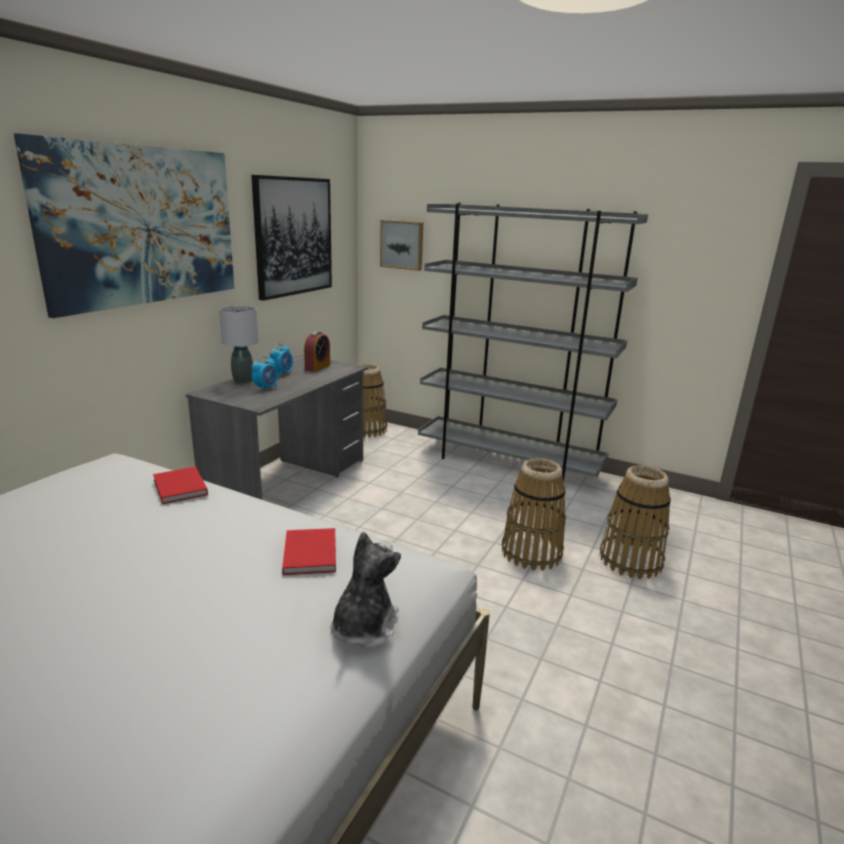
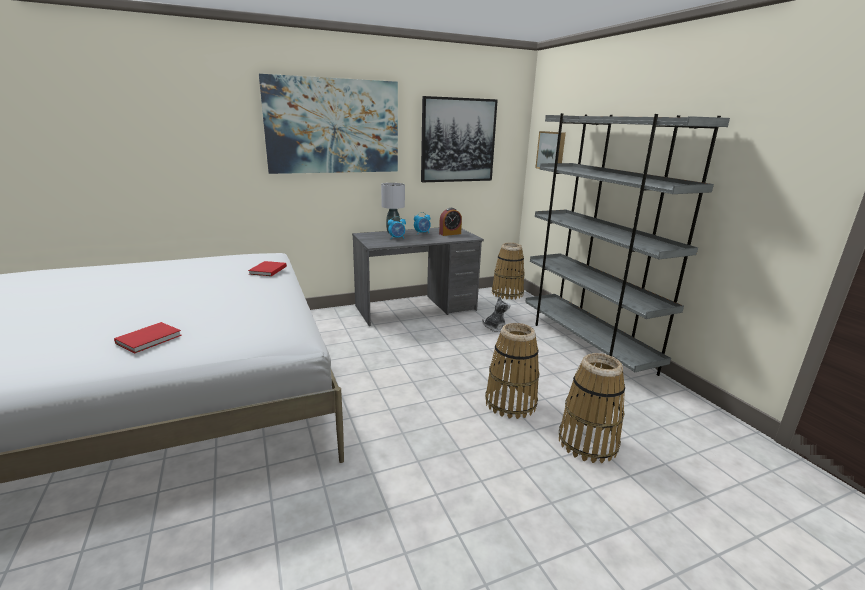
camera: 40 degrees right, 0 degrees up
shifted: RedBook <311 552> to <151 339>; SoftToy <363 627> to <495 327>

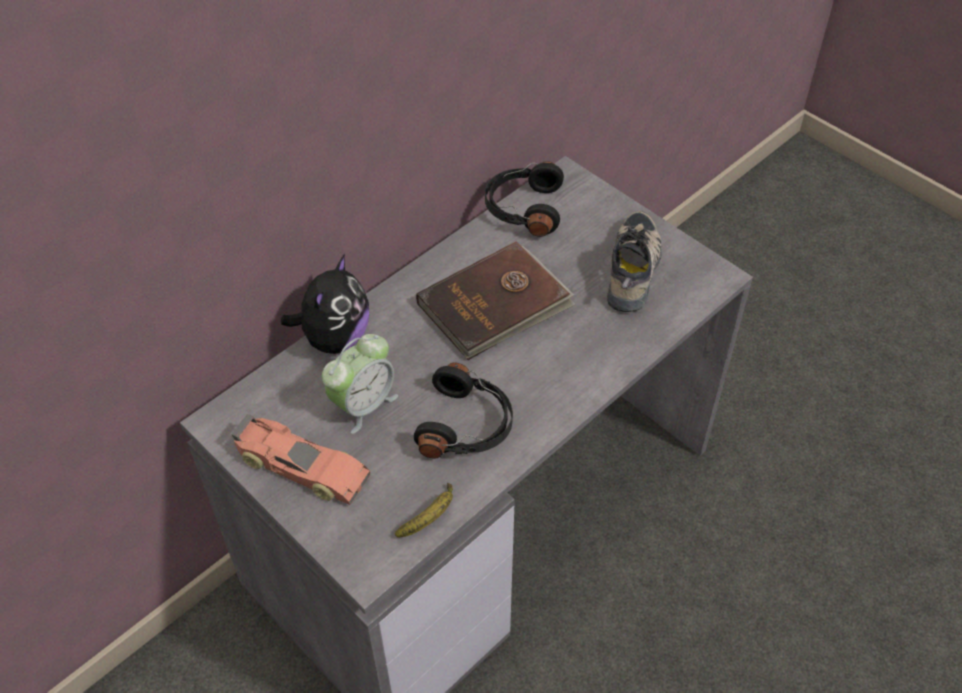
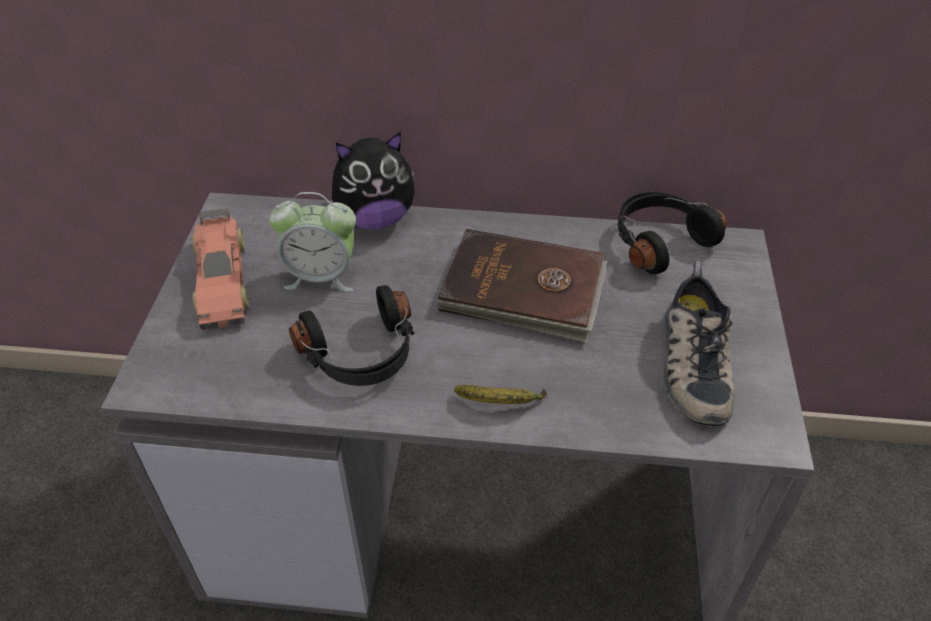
camera: 50 degrees right, 5 degrees down
shifted: Banana <430 517> to <501 403>
rotated: ItemOfFootwear <635 269> = <691 362> 120 degrees clockwise

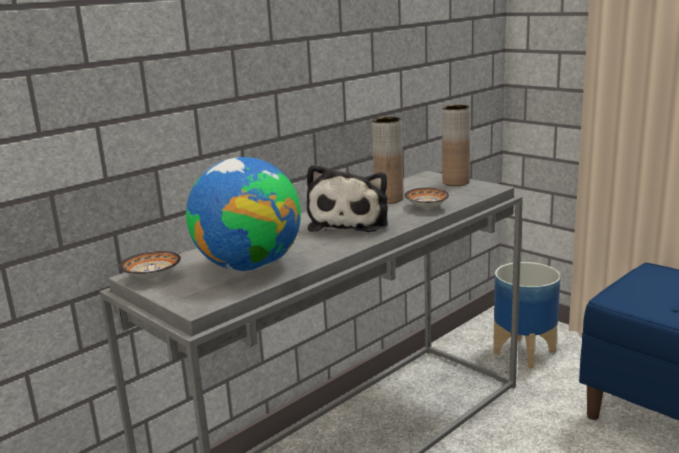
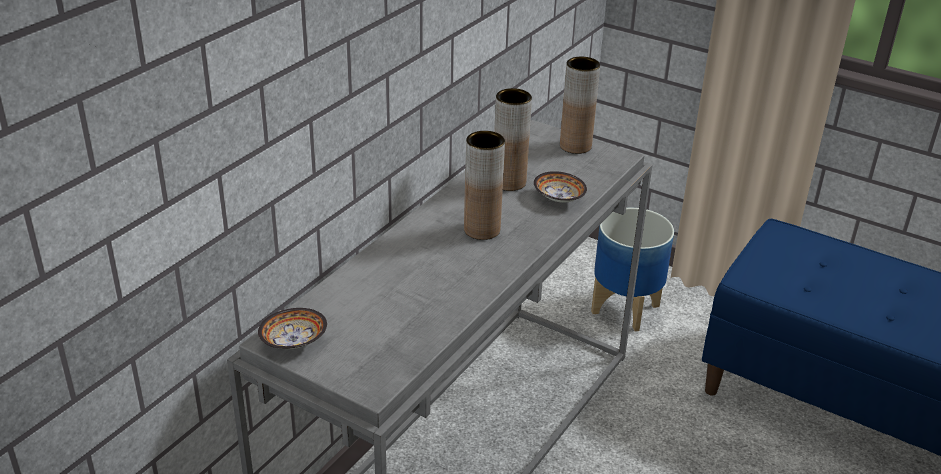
camera: 15 degrees left, 15 degrees up
gone: Globe <249 266>
swapped: SoftToy <351 222> to BrownFlowerVase <482 230>

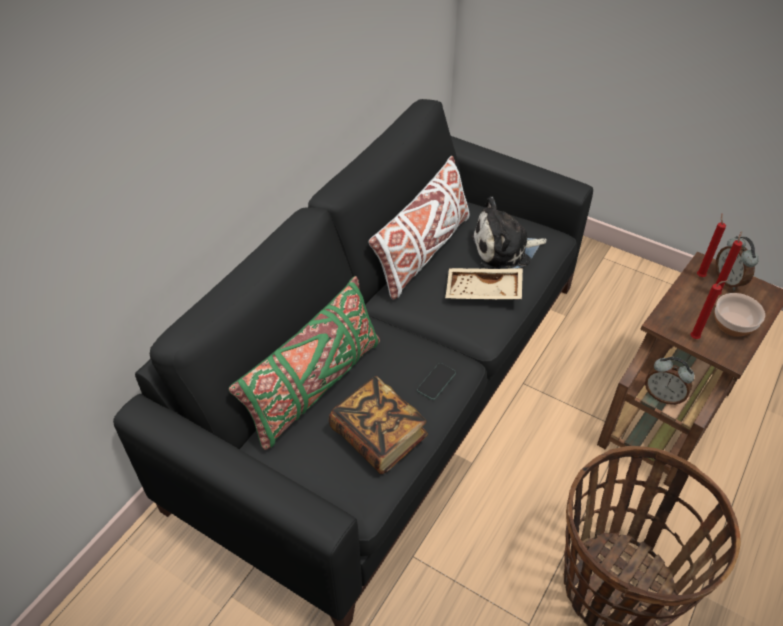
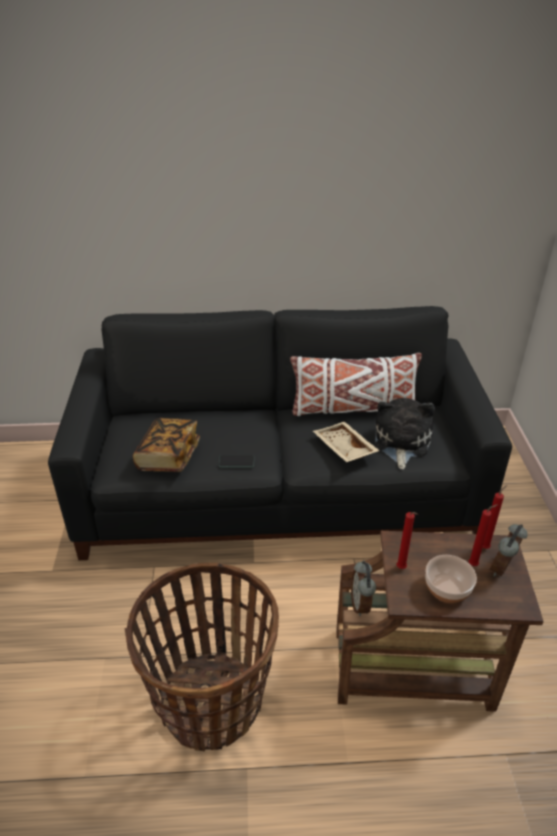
camera: 55 degrees right, 10 degrees down
gone: GreenishPillow <314 387>
rotated: SoftToy <505 250> = <401 442> 60 degrees clockwise

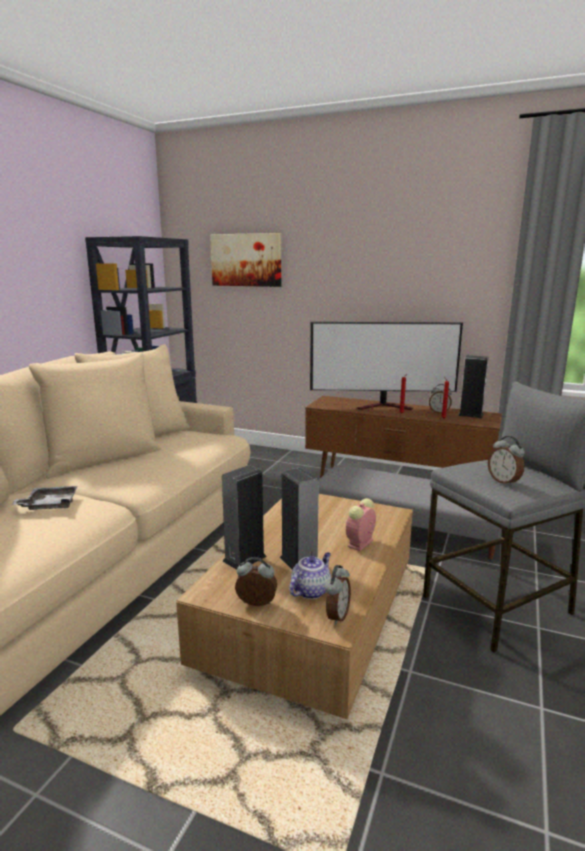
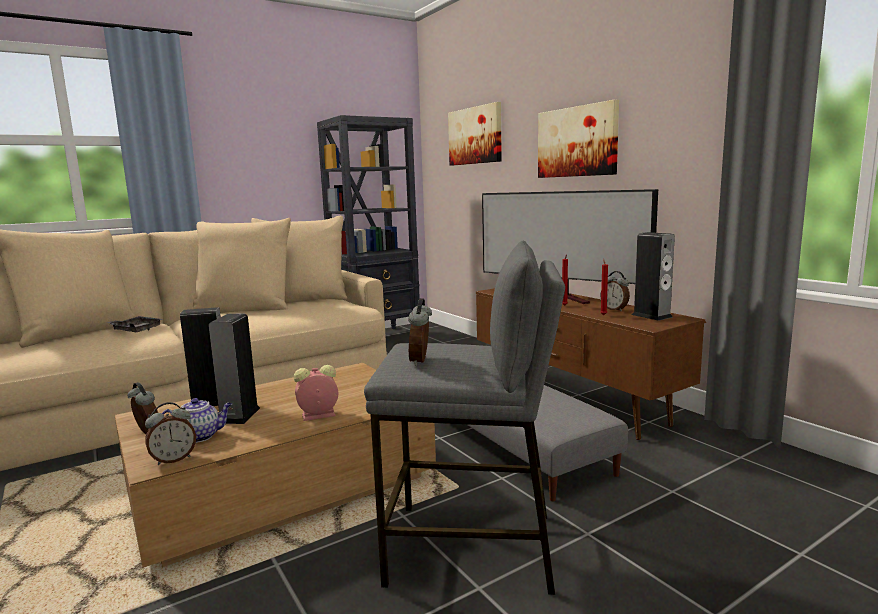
camera: 35 degrees right, 5 degrees down
new: Picture <577 142>

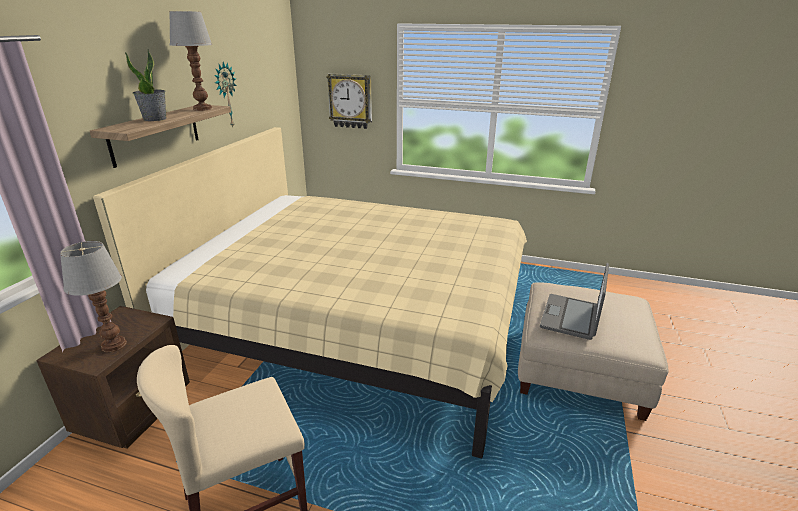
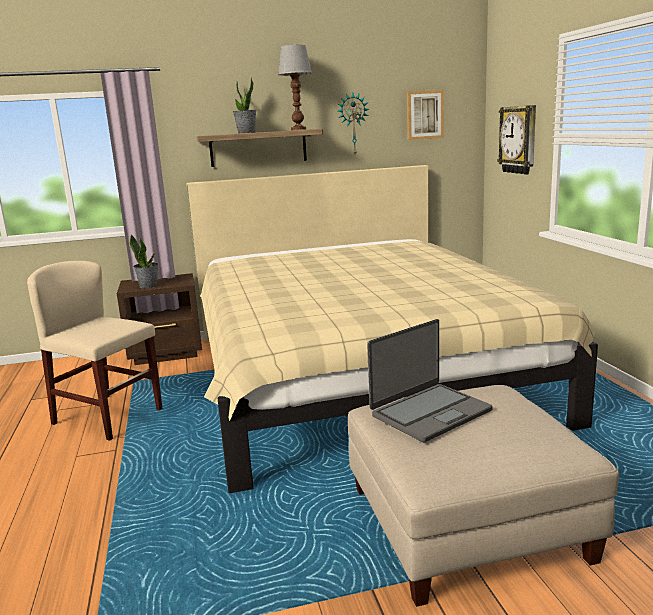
camera: 60 degrees right, 10 degrees down
new: Picture <424 115>
swapped: TabletopLamp <114 345> to PlantInAPot <148 286>
rotated: NotebookComputer <571 317> = <430 413> 150 degrees clockwise

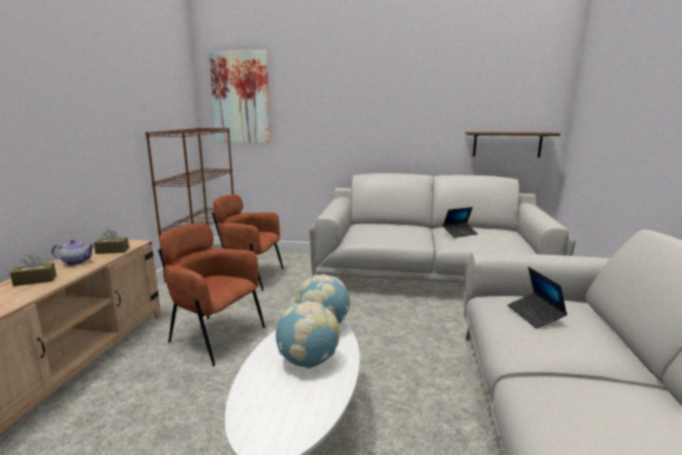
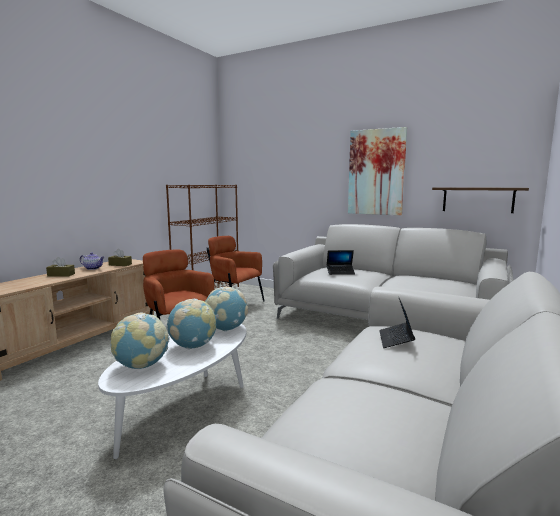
camera: 20 degrees right, 5 degrees down
new: Globe <141 366>
shifted: Picture <241 98> to <376 172>; NotebookComputer <460 233> to <340 272>

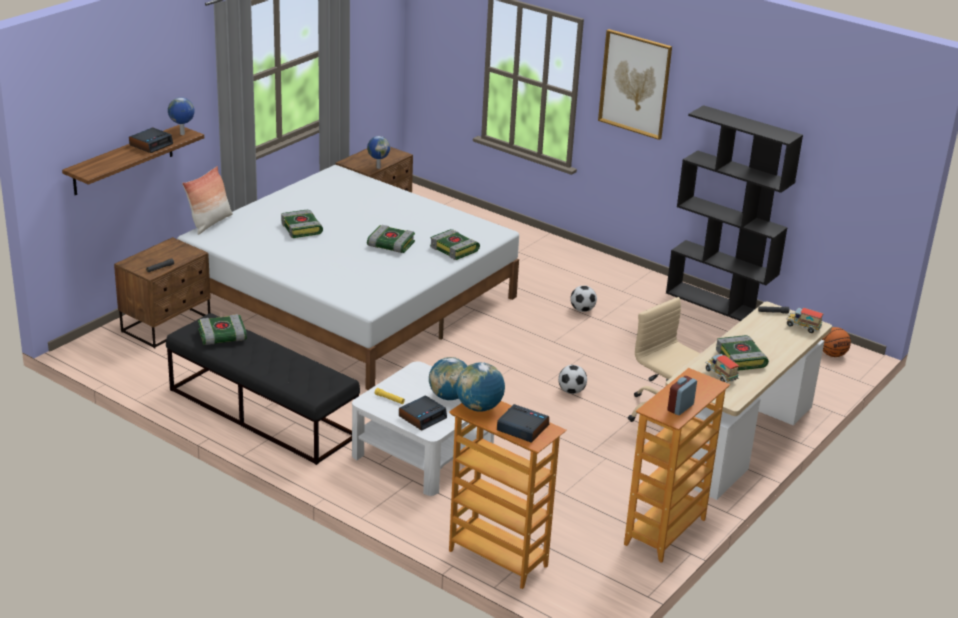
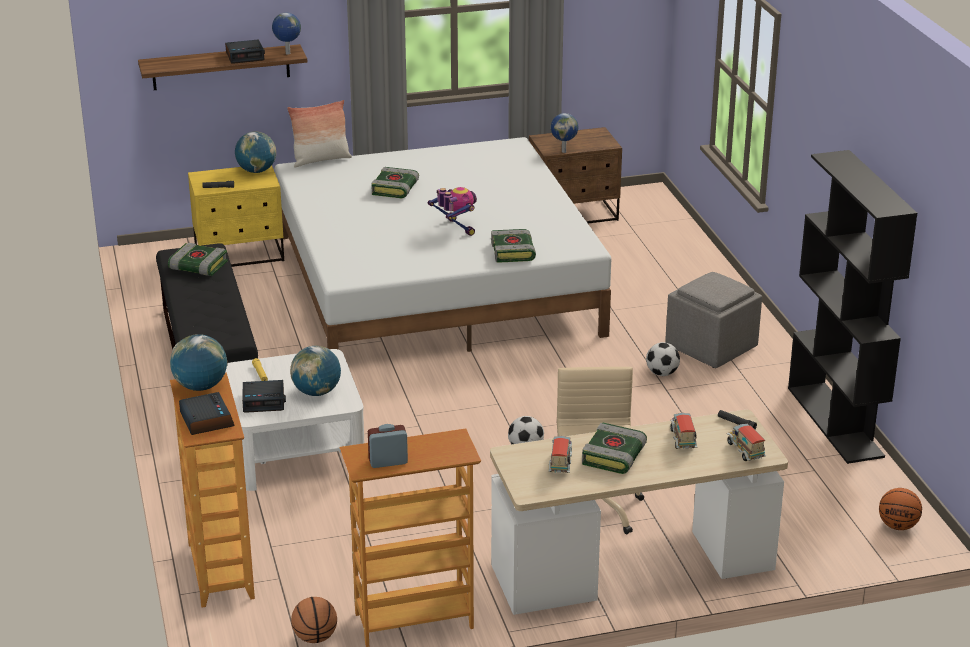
camera: 40 degrees right, 0 degrees up
gone: Picture <635 84>
new: Globe <256 171>; GrayPouffe <711 348>; ToyLorry <683 440>; BasketballBall <315 637>
swapped: Book <390 245> to ModelRobot <455 228>
repainted: BrownNightTable <167 325> to YellowishNightTable <240 255>

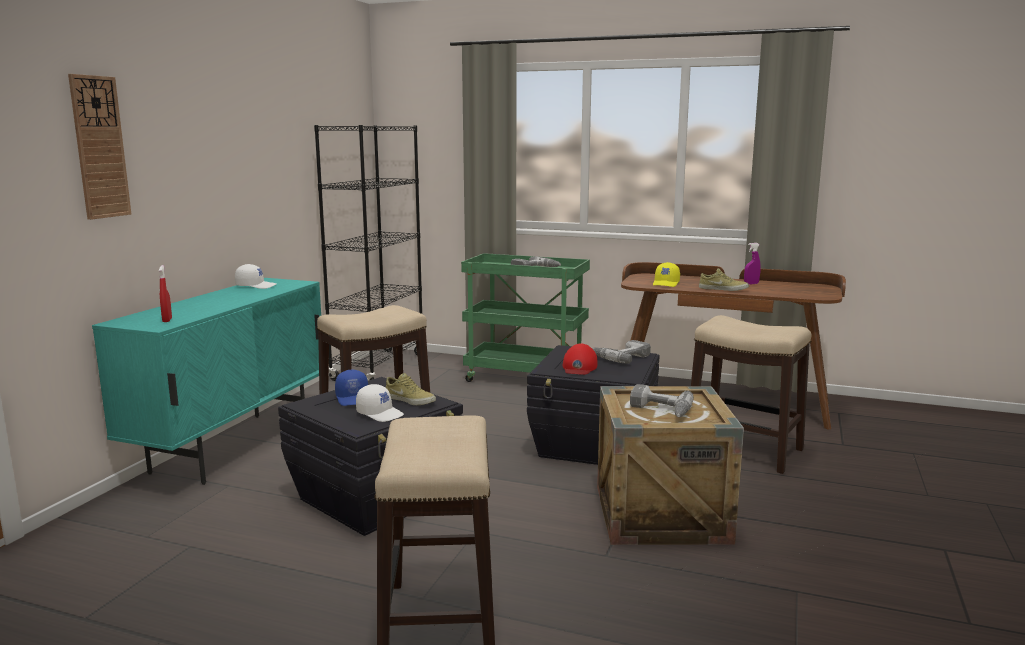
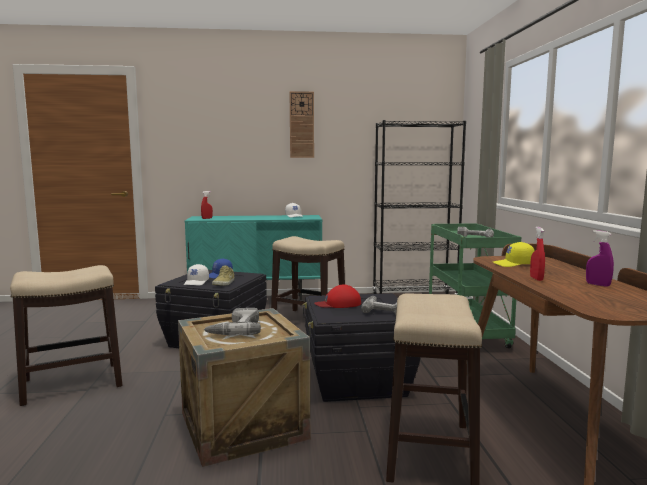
camera: 65 degrees right, 5 degrees down
shifted: ClockOnTheWall <99 147> to <301 125>
swapped: BeigeItemOfFootwear <723 289> to RedHandSprayer <536 278>

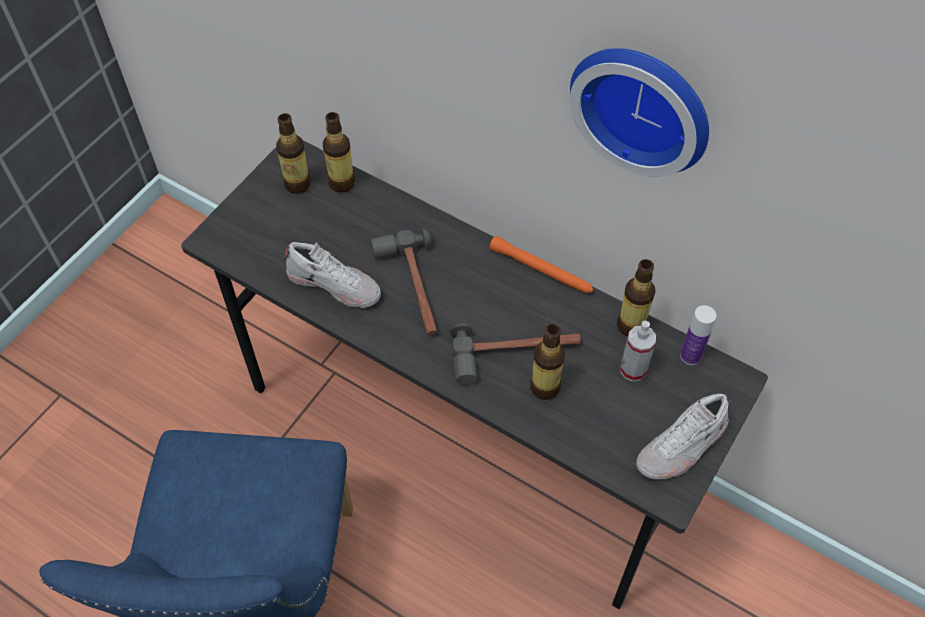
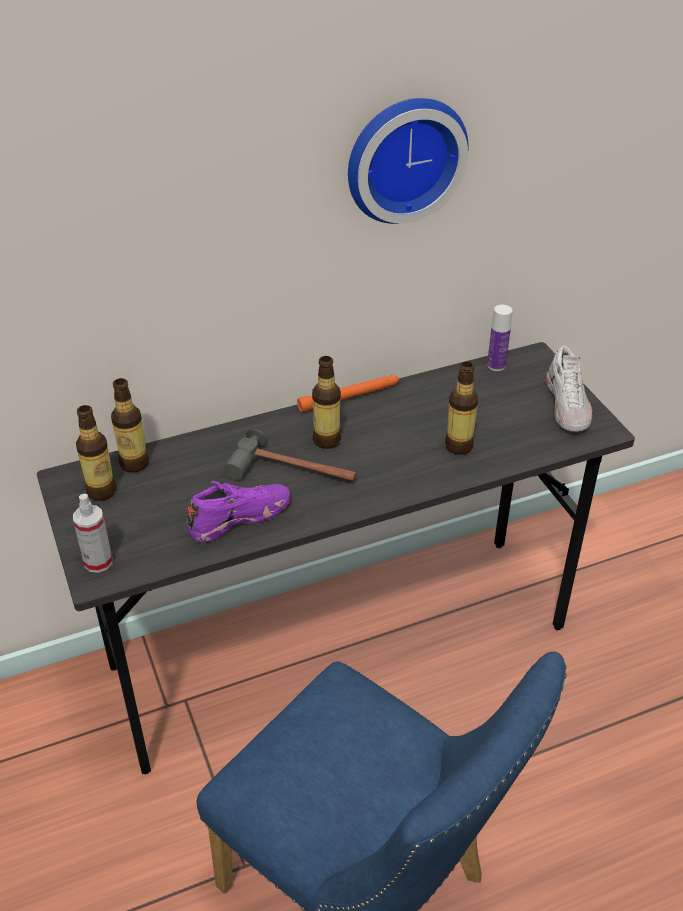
camera: 55 degrees left, 15 degrees down
gone: Hammer <515 353>
shifted: BeverageBottle <631 325> to <326 440>; HandSprayer <633 370> to <98 562>
repainted: WhiteColouredItemOfFootwear <335 284> to PurpleItemOfFootwear <239 517>

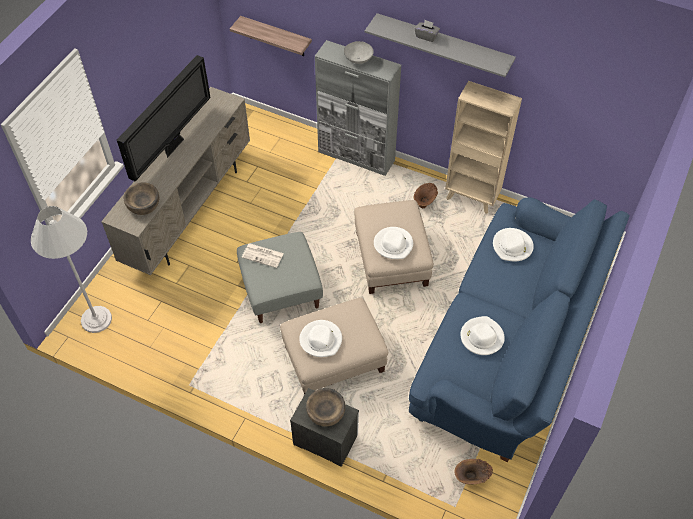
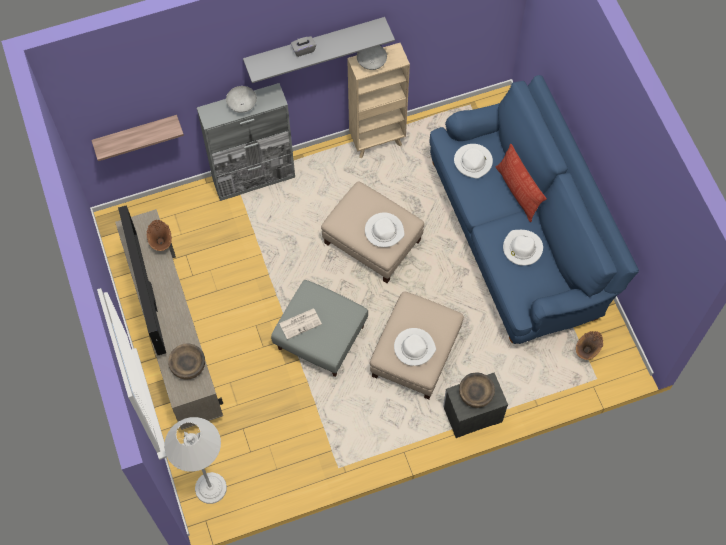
camera: 45 degrees left, 10 degrees up
new: GrayDeepDish <371 63>; Pillow <517 192>
shifted: BrownFlowerVase <425 203> to <161 242>

